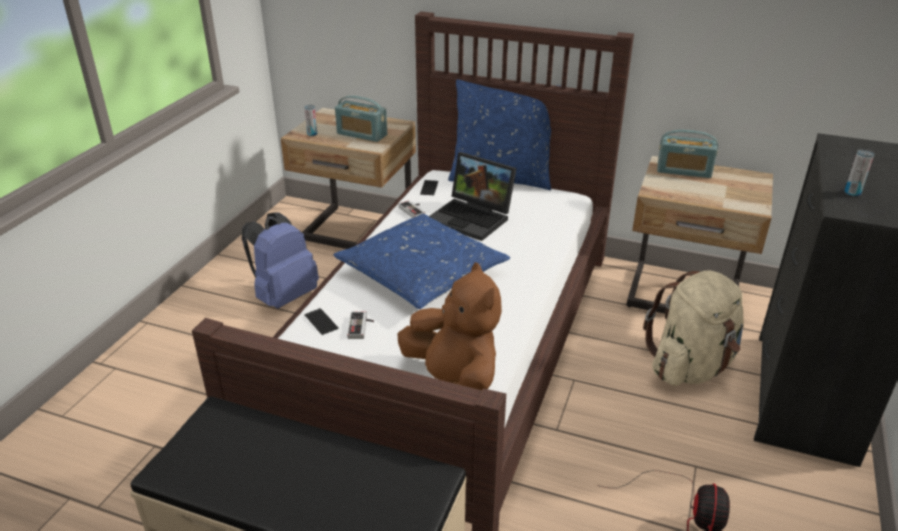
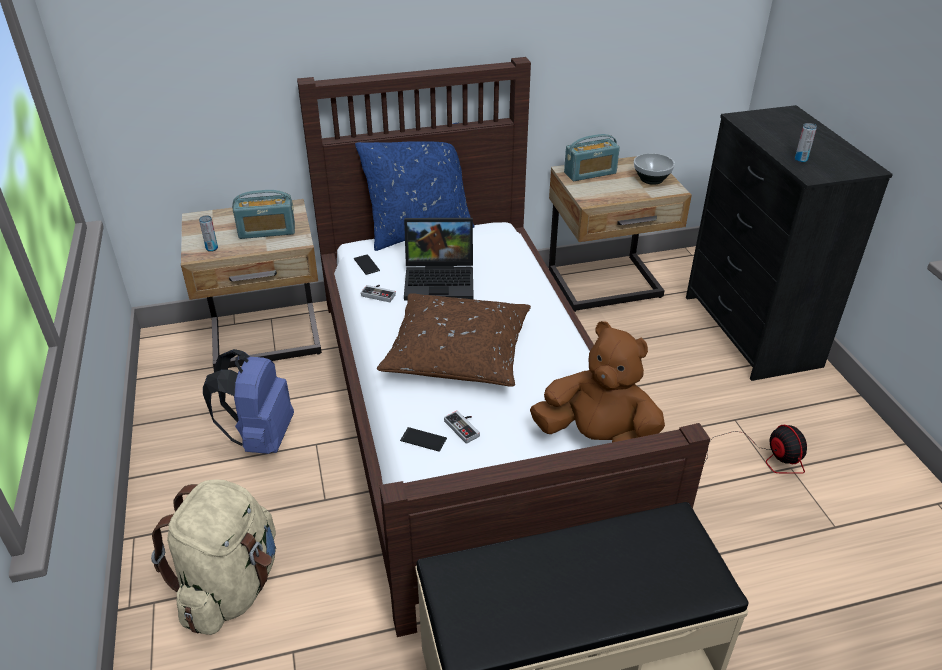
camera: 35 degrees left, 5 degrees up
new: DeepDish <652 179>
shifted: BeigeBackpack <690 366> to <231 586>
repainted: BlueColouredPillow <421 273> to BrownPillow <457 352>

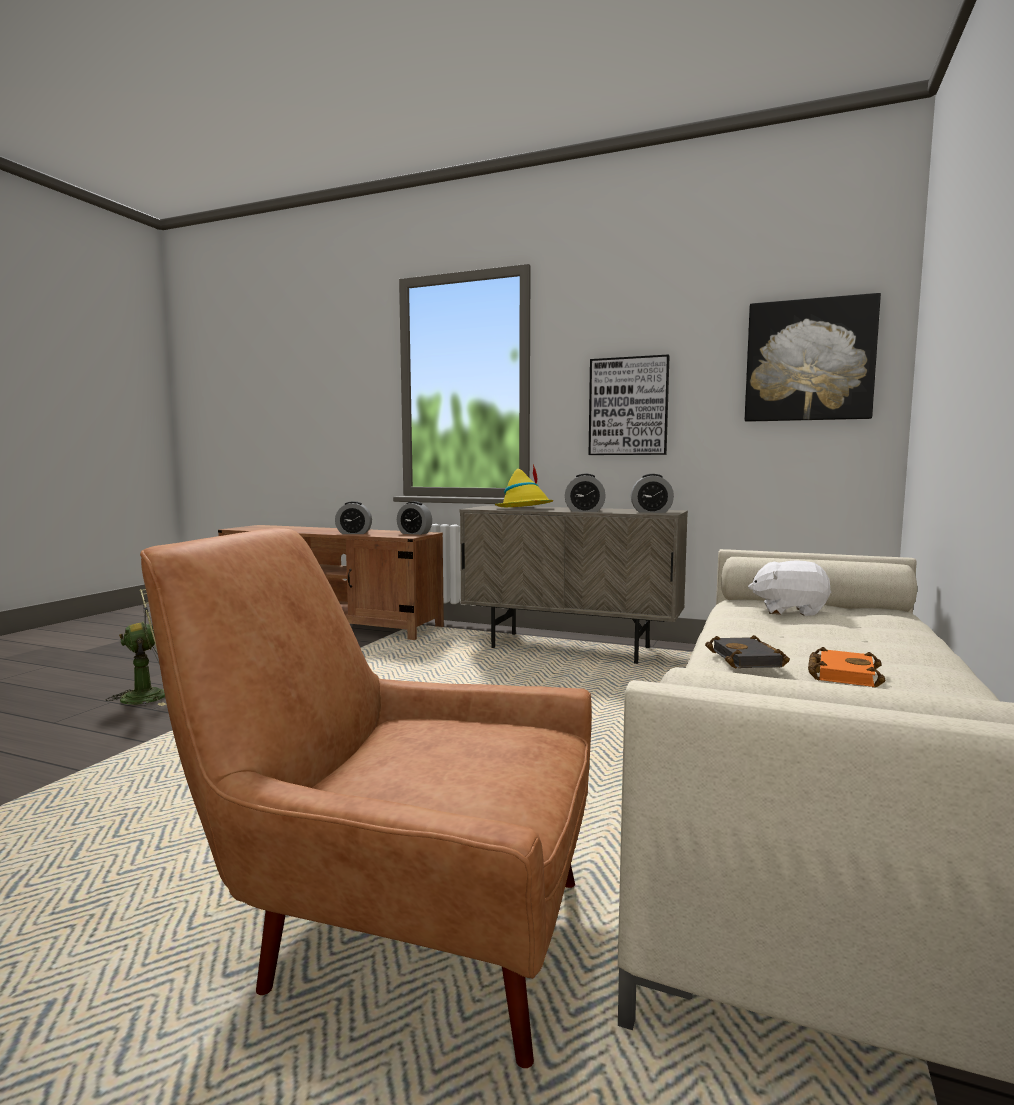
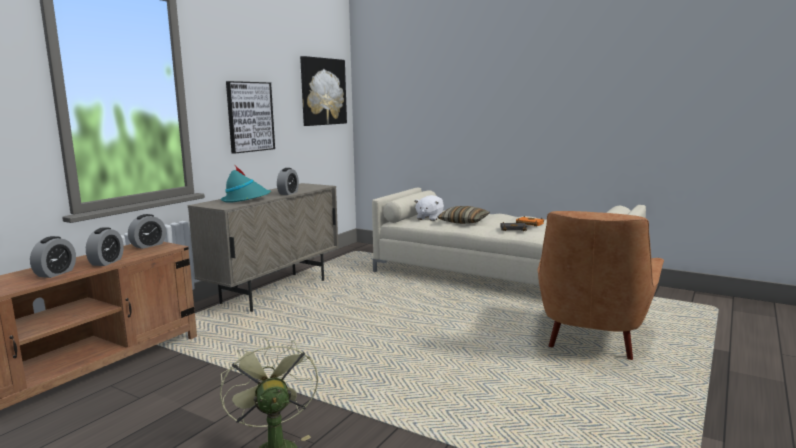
camera: 80 degrees left, 5 degrees up
new: Pillow <463 222>
shifted: TableClock <651 512> to <56 273>
repainted: YellowishHat <525 508> to TurquoiseHat <246 200>

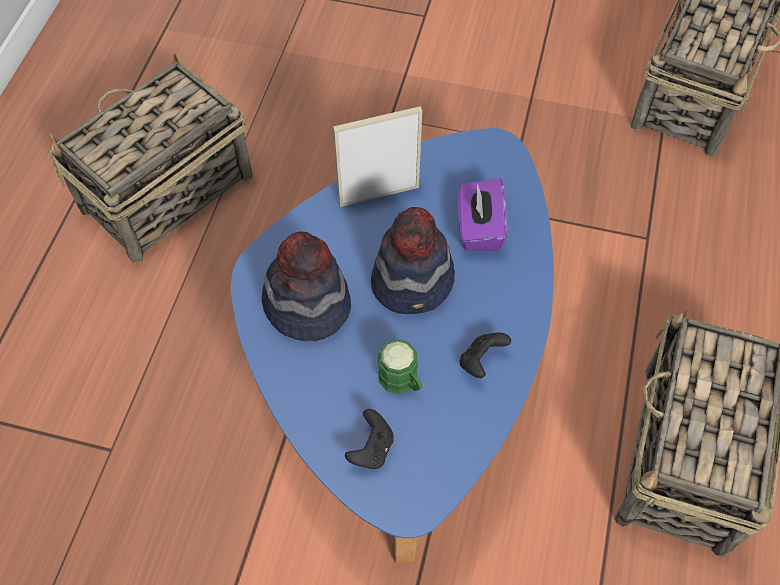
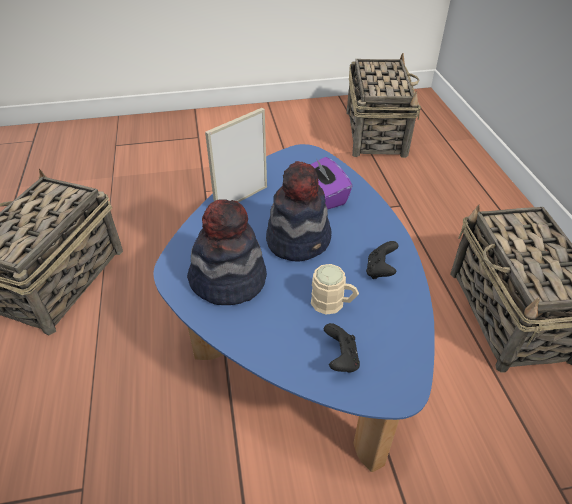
camera: 25 degrees left, 15 degrees down
repainted: GreenishMug <402 381> to BeigeMug <333 303>

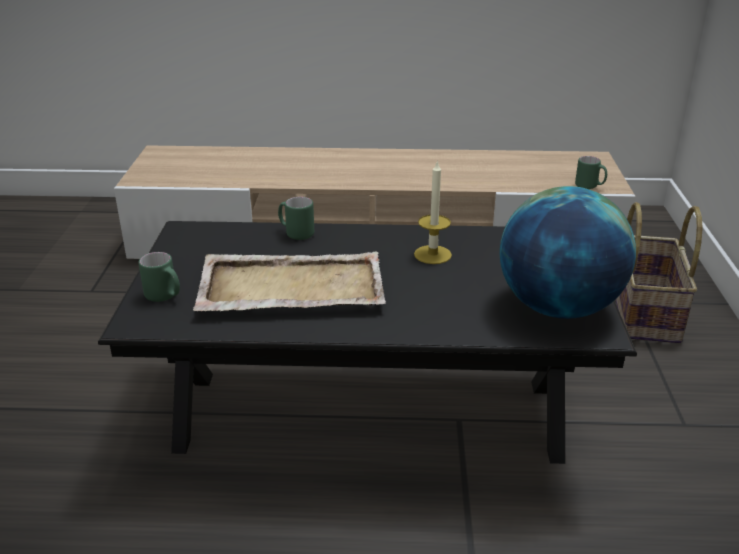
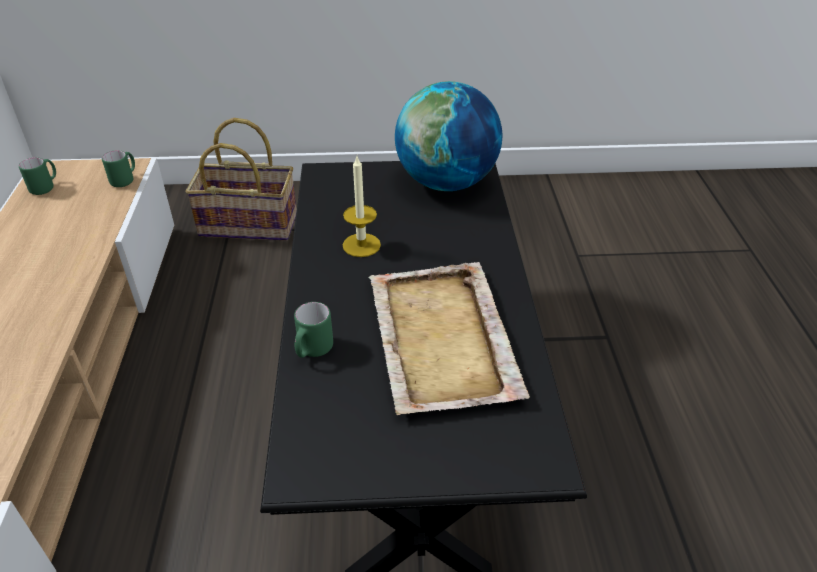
camera: 95 degrees left, 10 degrees up
shifted: GreenishMug <165 297> to <45 187>

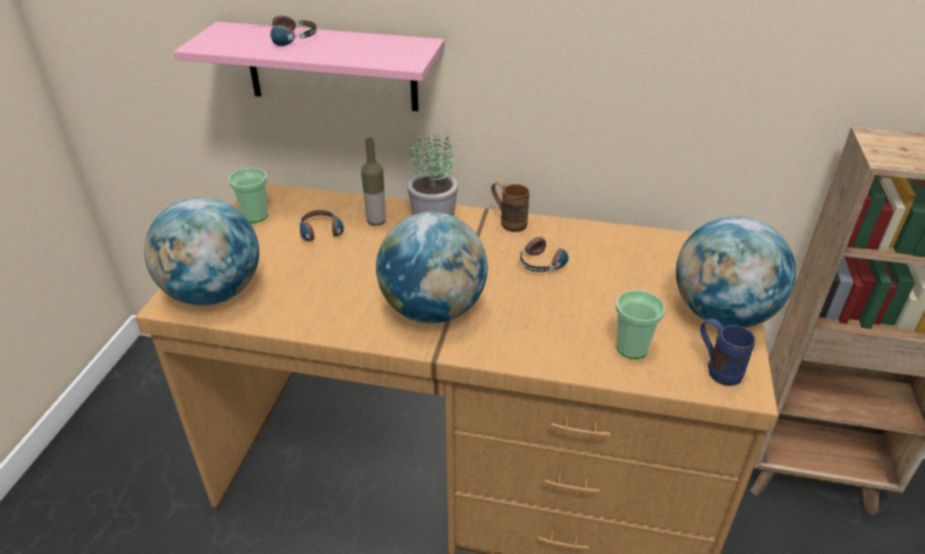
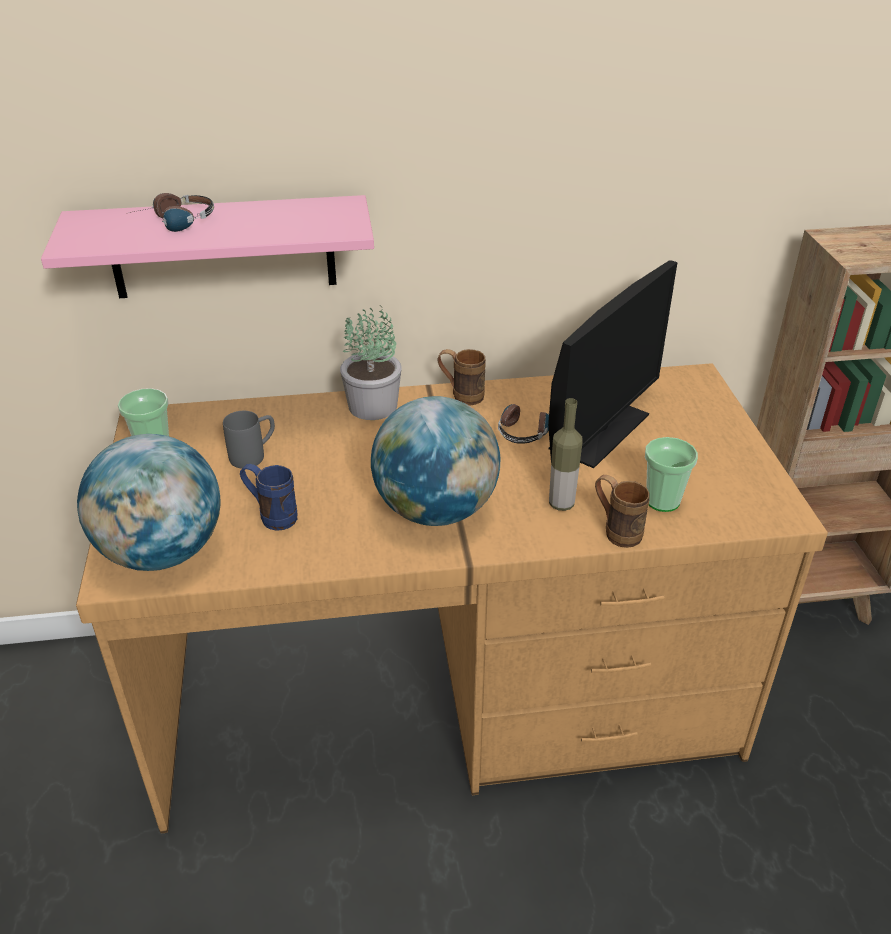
camera: 20 degrees left, 0 degrees up
gone: Globe <721 314>
new: ComputerDisplay <599 431>; BrownMug <616 531>
shifted: BeverageBottle <376 221> to <561 504>; BlueColouredMug <717 369> to <271 516>
swapped: PairOfHeadphones <322 235> to GrayMug <254 455>

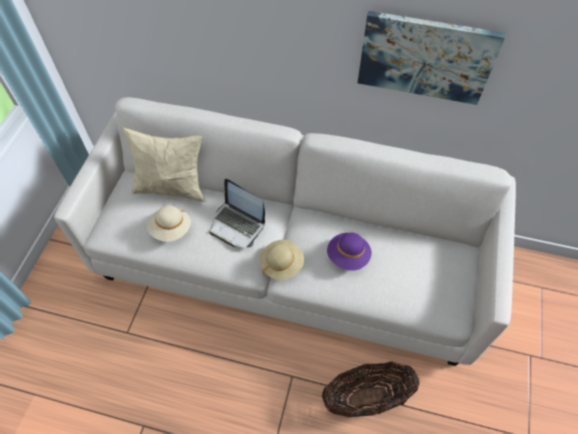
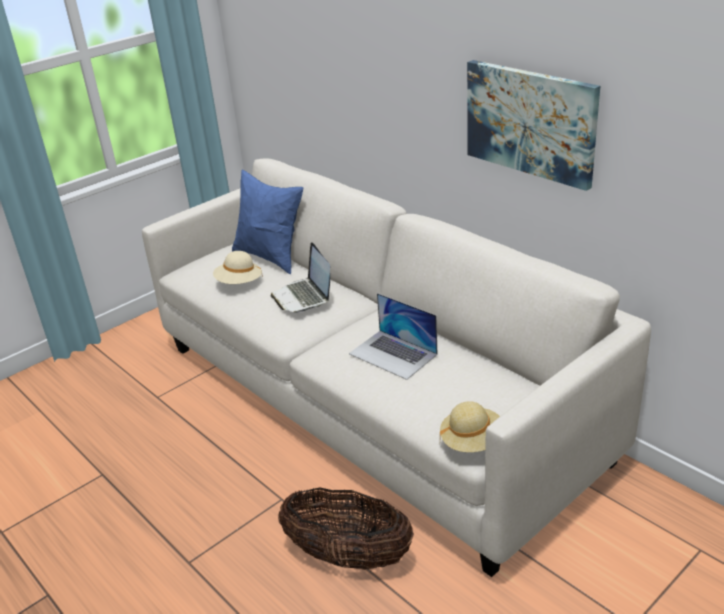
camera: 35 degrees right, 25 degrees down
shifted: BeigeHat <281 264> to <472 442>
swapped: PurpleHat <348 256> to NotebookComputer <393 354>
repainted: BeigePillow <172 188> to BlueColouredPillow <271 257>

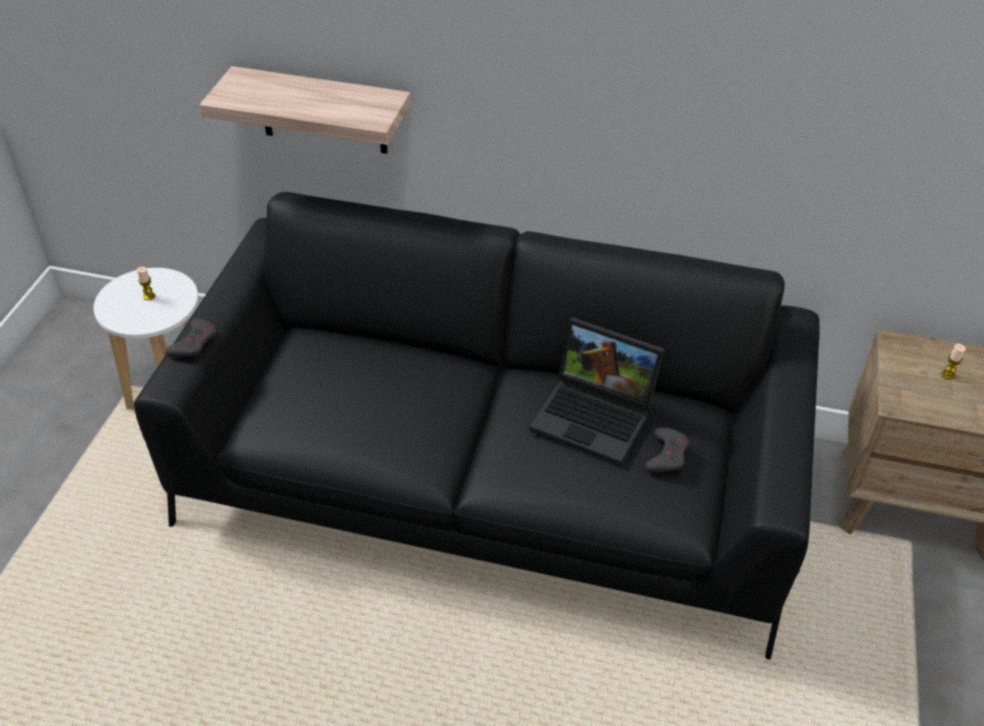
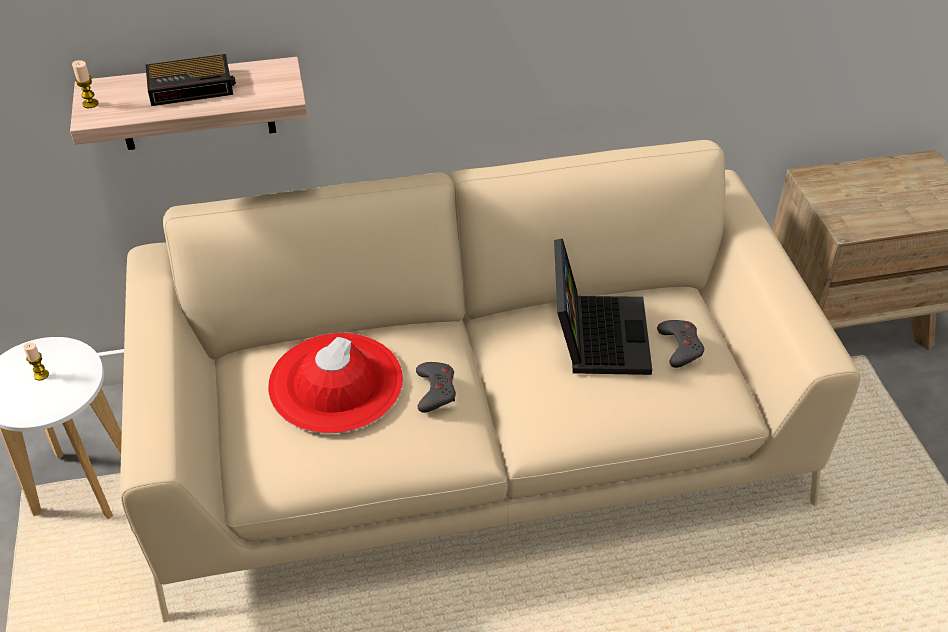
camera: 25 degrees left, 0 degrees up
new: TableClock <193 86>; RedHat <335 383>
shifted: GrayGamepad <194 343> to <435 390>; WaxCandle <947 375> to <90 104>
repainted: BlackColouredCouch <490 482> to BeigeCouch <474 443>
rotated: NotebookComputer <596 416> = <595 334> 90 degrees counterclockwise

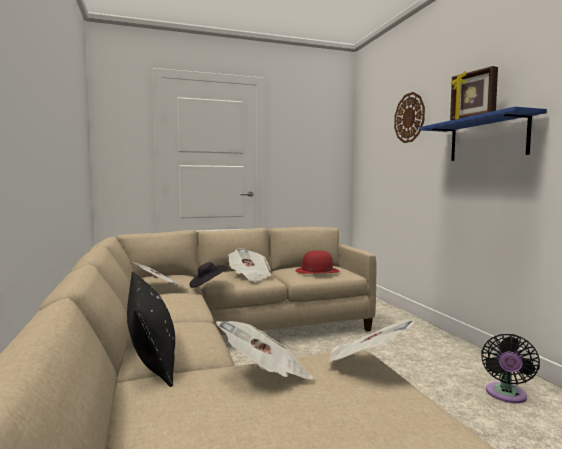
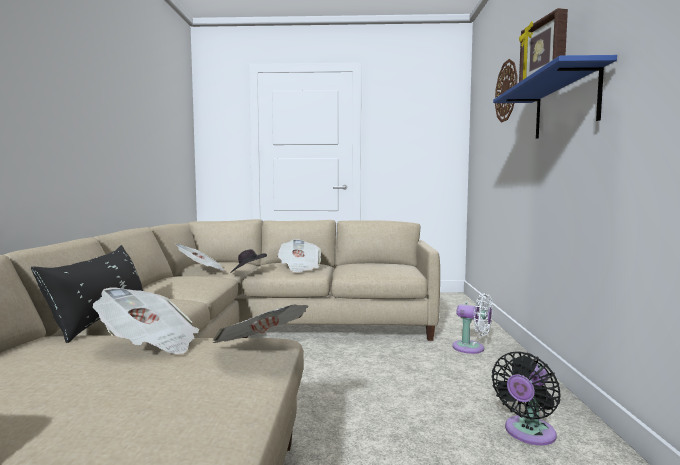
camera: 20 degrees right, 0 degrees up
gone: RedHat <317 270>
new: WhiteColouredElectricFan <472 348>

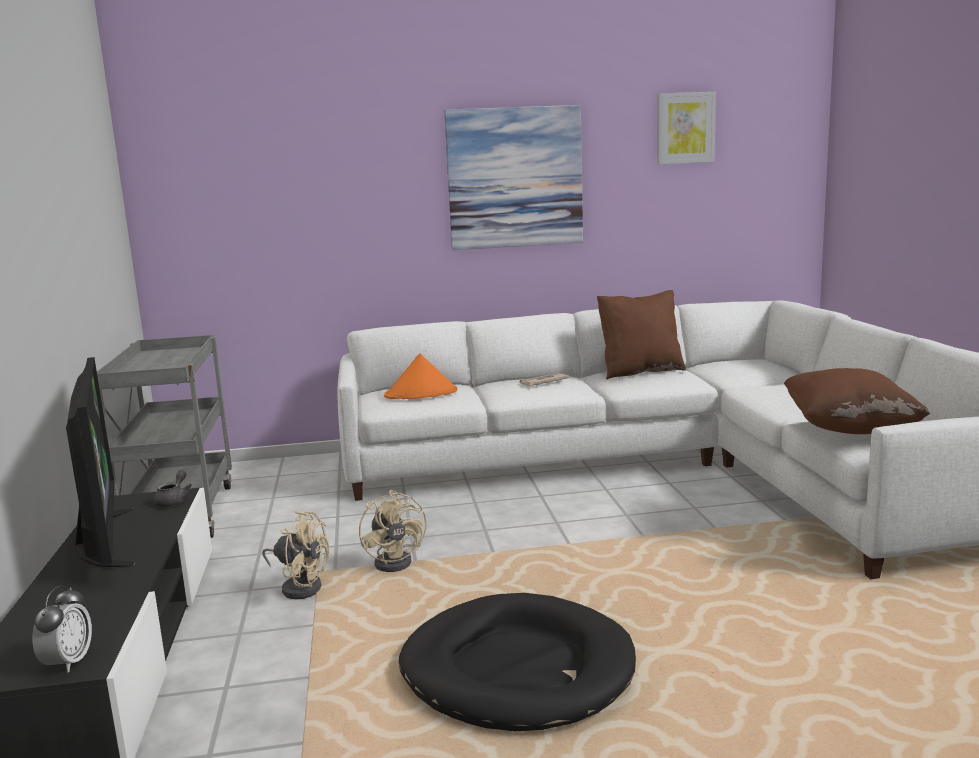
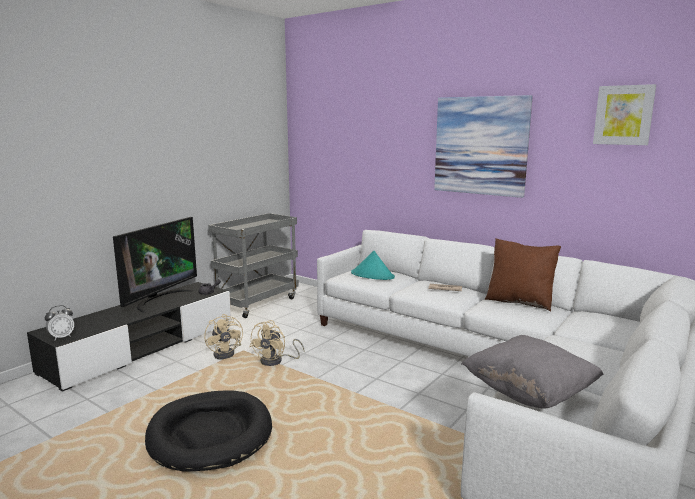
camera: 45 degrees right, 0 degrees up
repainted: OrangeColouredHat <421 394> to TurquoiseHat <372 275>; BrownPillow <849 429> to GrayPillow <529 393>

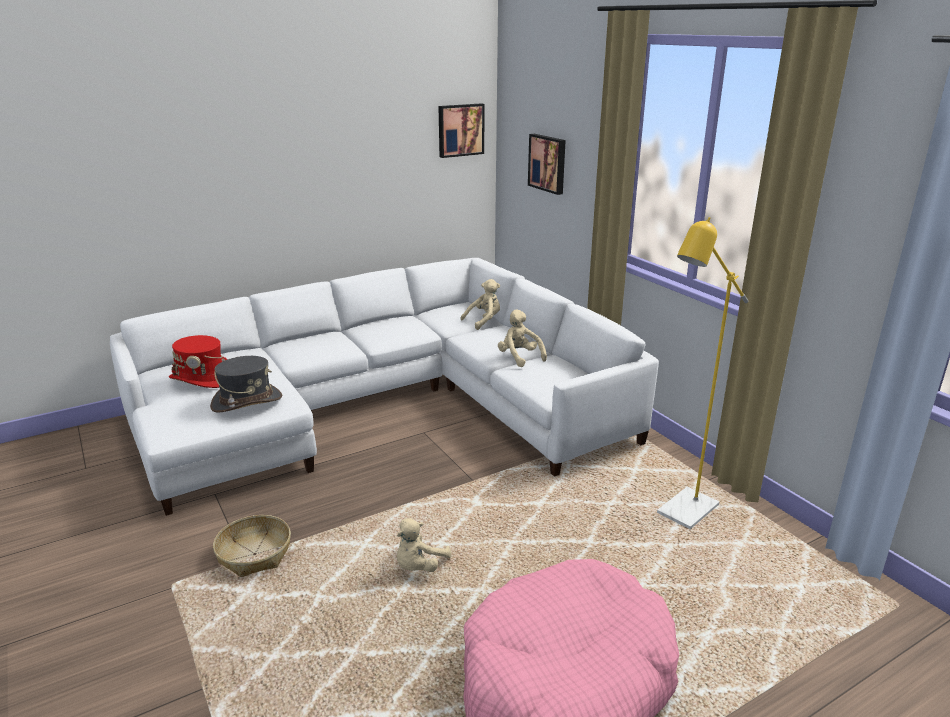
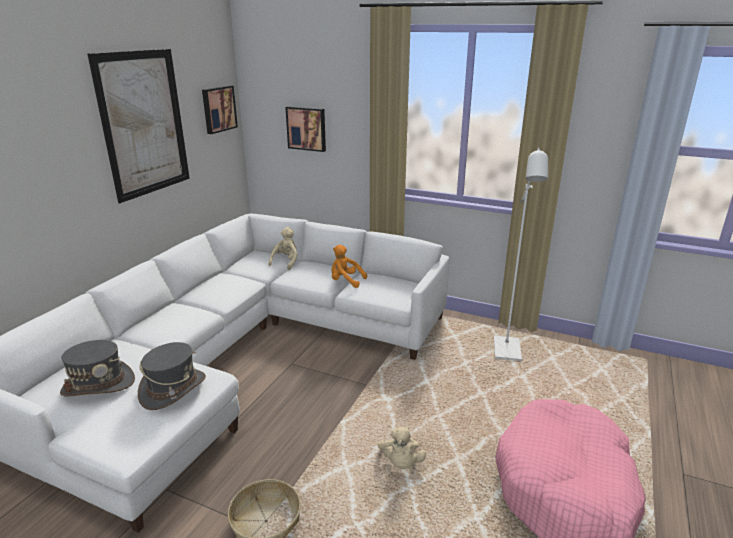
camera: 35 degrees left, 0 degrees up
new: Picture <144 124>
repainted: YellowishFloorLamp <682 515> to WhiteColouredFloorLamp <507 354>; BeigeSoftToy <519 357> to OrangeColouredSoftToy <345 281>; RedHat <202 378> to GrayHat <98 385>

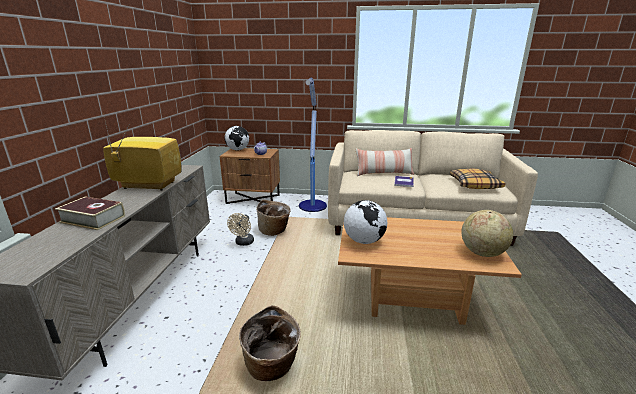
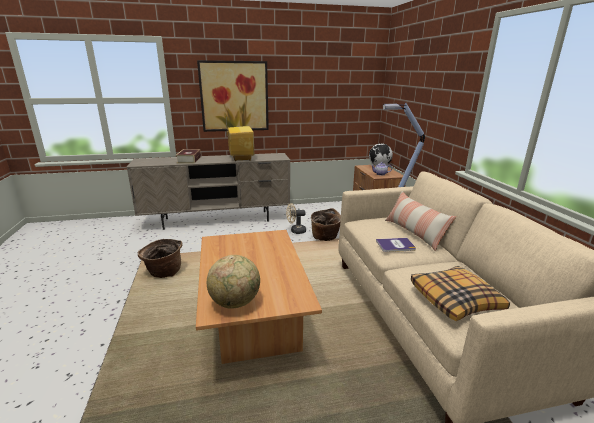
camera: 70 degrees right, 0 degrees up
gone: Globe <364 241>
new: Picture <234 96>

